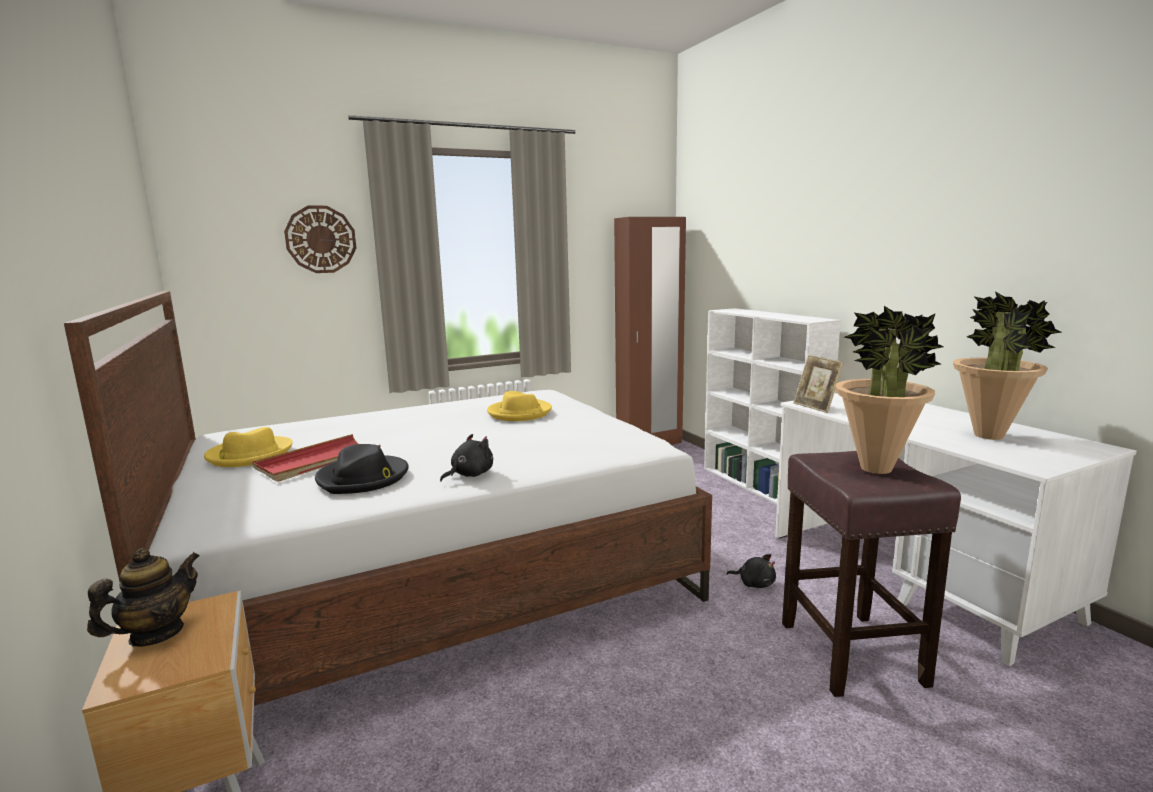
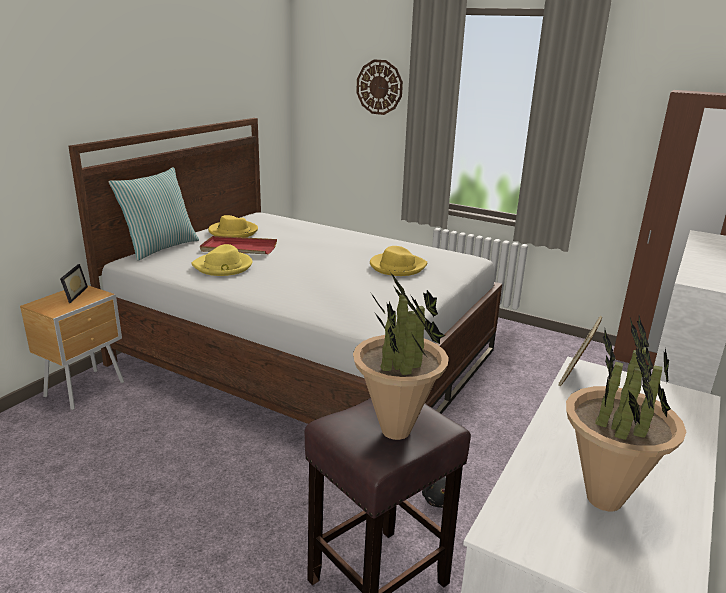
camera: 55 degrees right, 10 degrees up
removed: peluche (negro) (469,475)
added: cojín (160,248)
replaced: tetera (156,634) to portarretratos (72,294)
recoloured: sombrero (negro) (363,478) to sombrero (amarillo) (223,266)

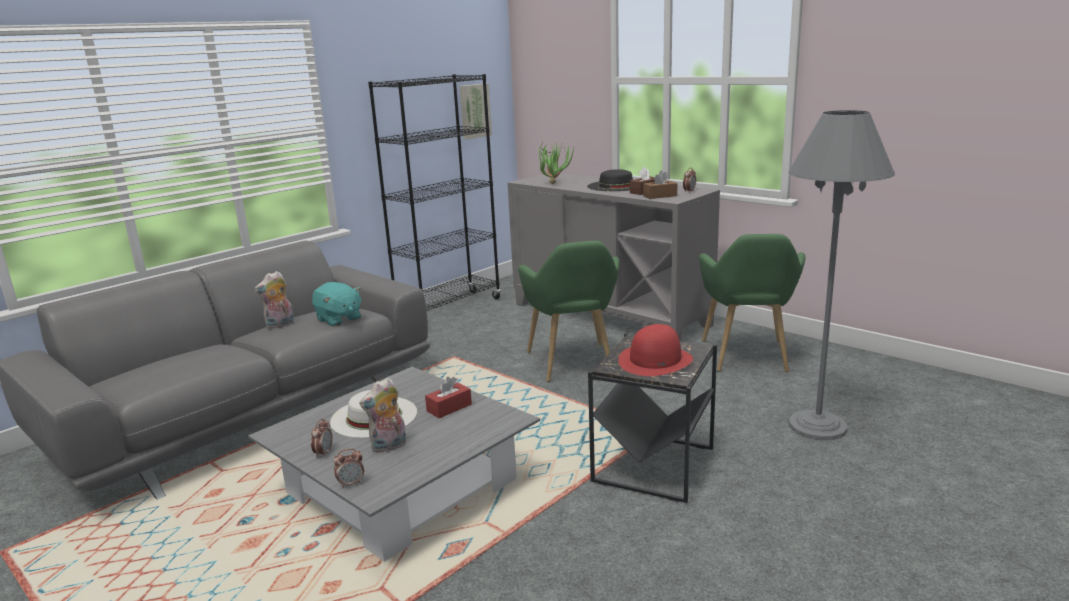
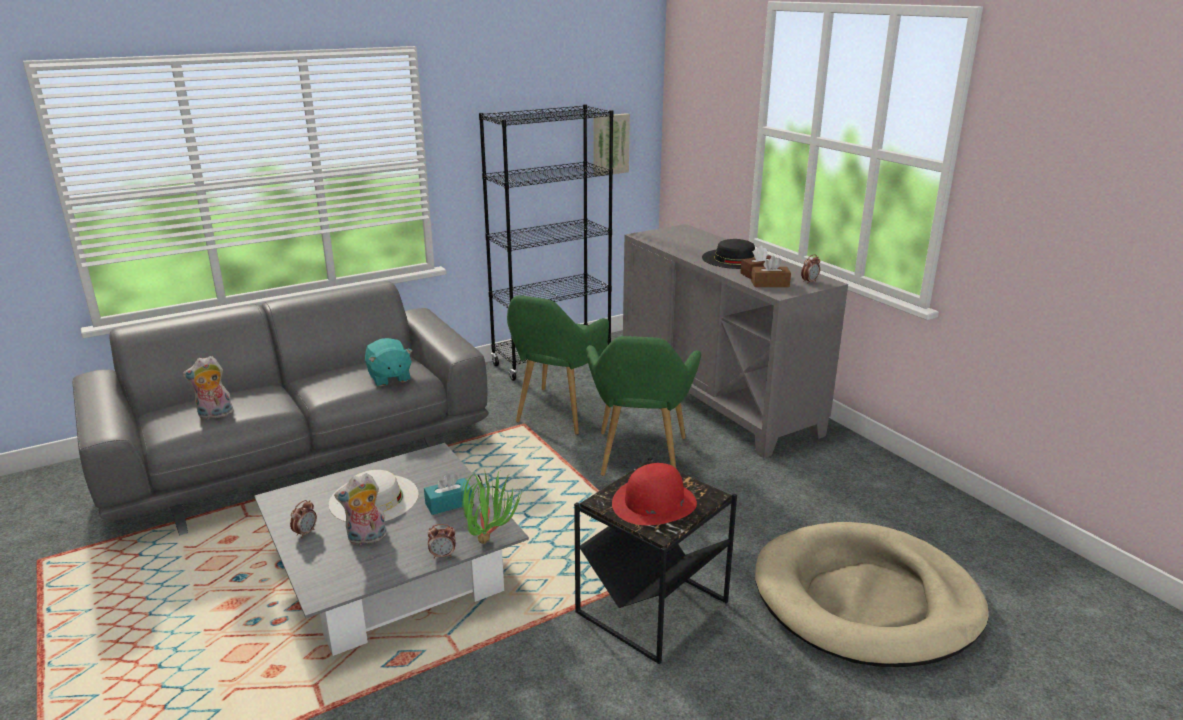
camera: 15 degrees right, 5 degrees up
moved: peluche (280,326) to (214,415); despertador (351,484) to (443,555); planta en maceta (554,183) to (490,537); sillón (verde) (747,359) to (558,414)
replaced: lámpara de pie (gris) (817,426) to cama para perro (beis) (866,599)
recoloured: caja de pañuelos (rojo) (449,408) to caja de pañuelos (turquesa) (449,503)

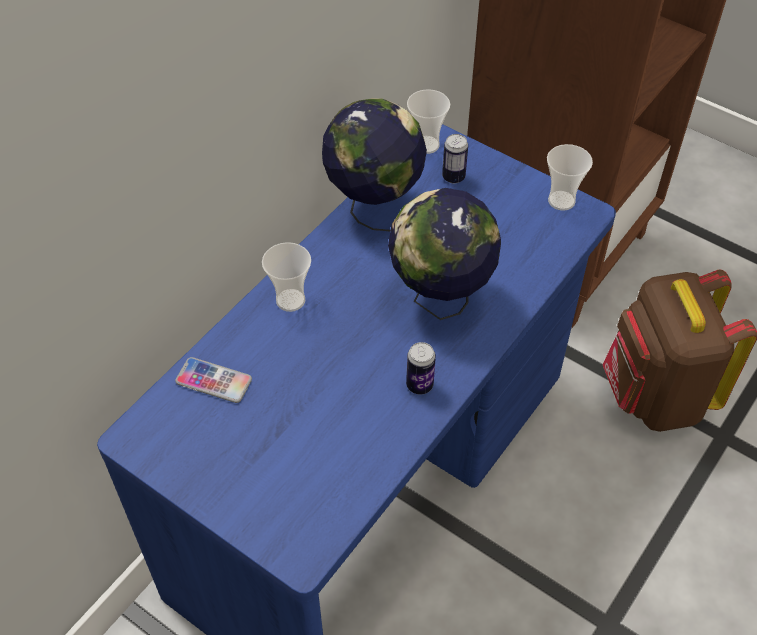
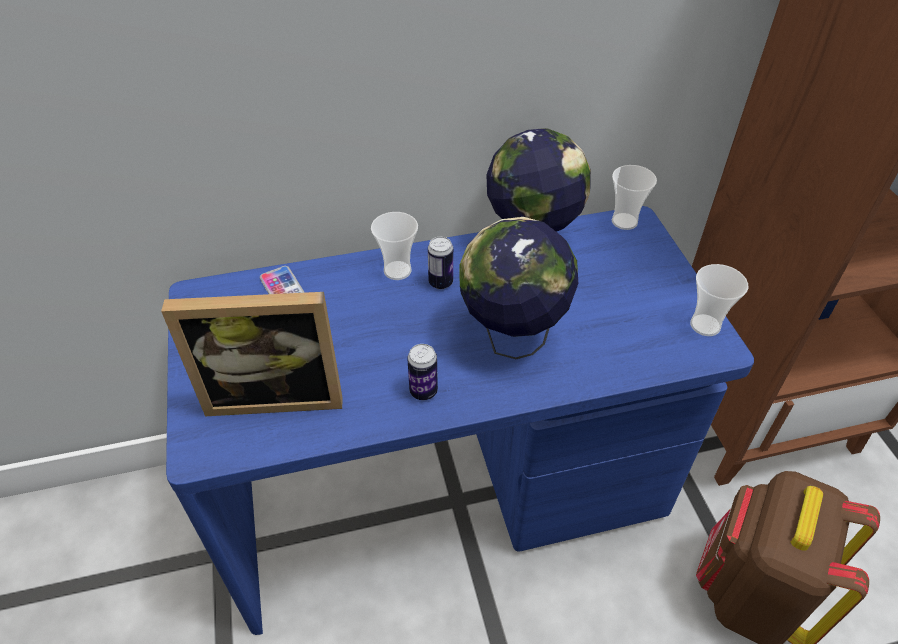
camera: 40 degrees right, 5 degrees down
added: portarretratos (276,393)
moved: lata (453,177) to (440,283)

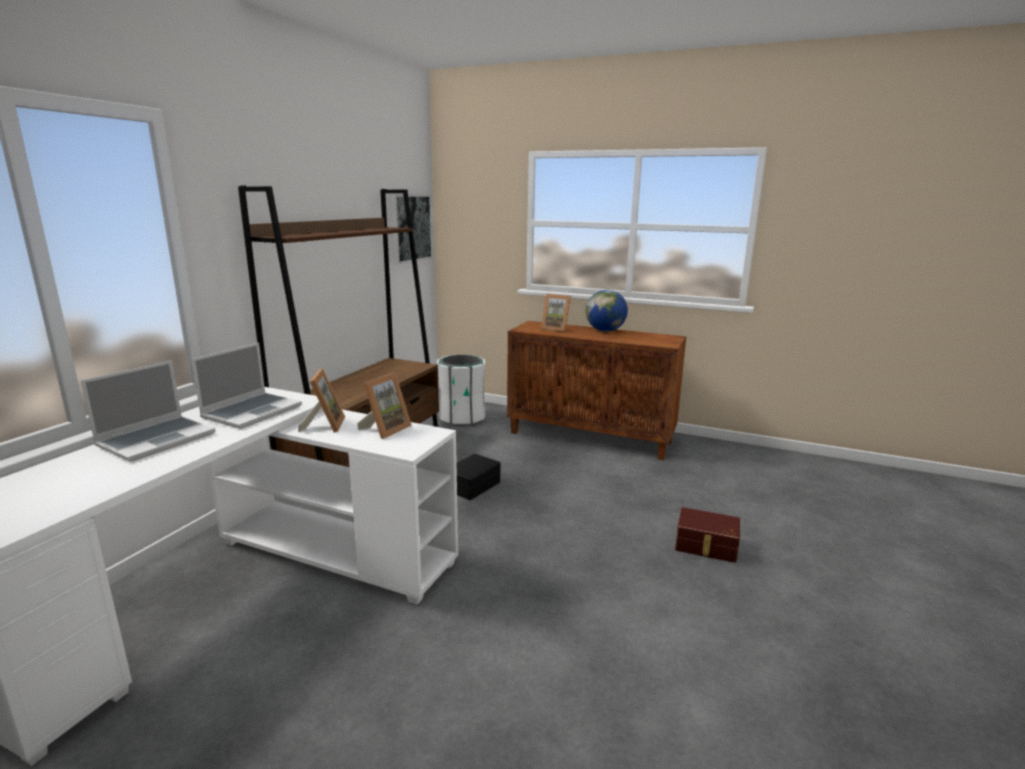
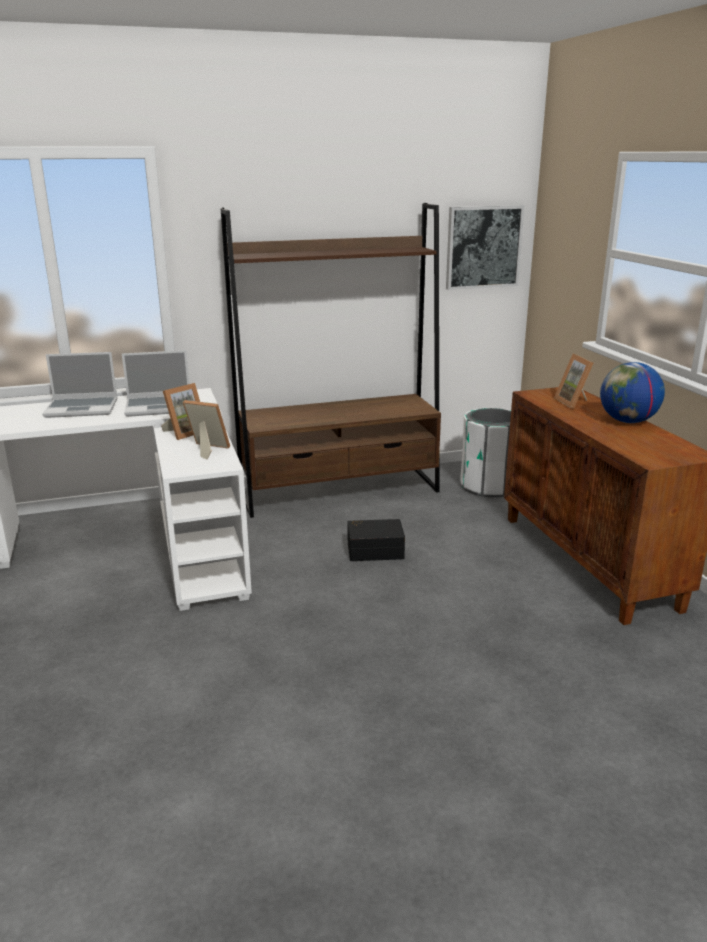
camera: 50 degrees right, 5 degrees up
removed: caja de almacenaje (marrón) (706,546)
turned: portarretratos (385,429) = (206,450) 150 degrees counterclockwise

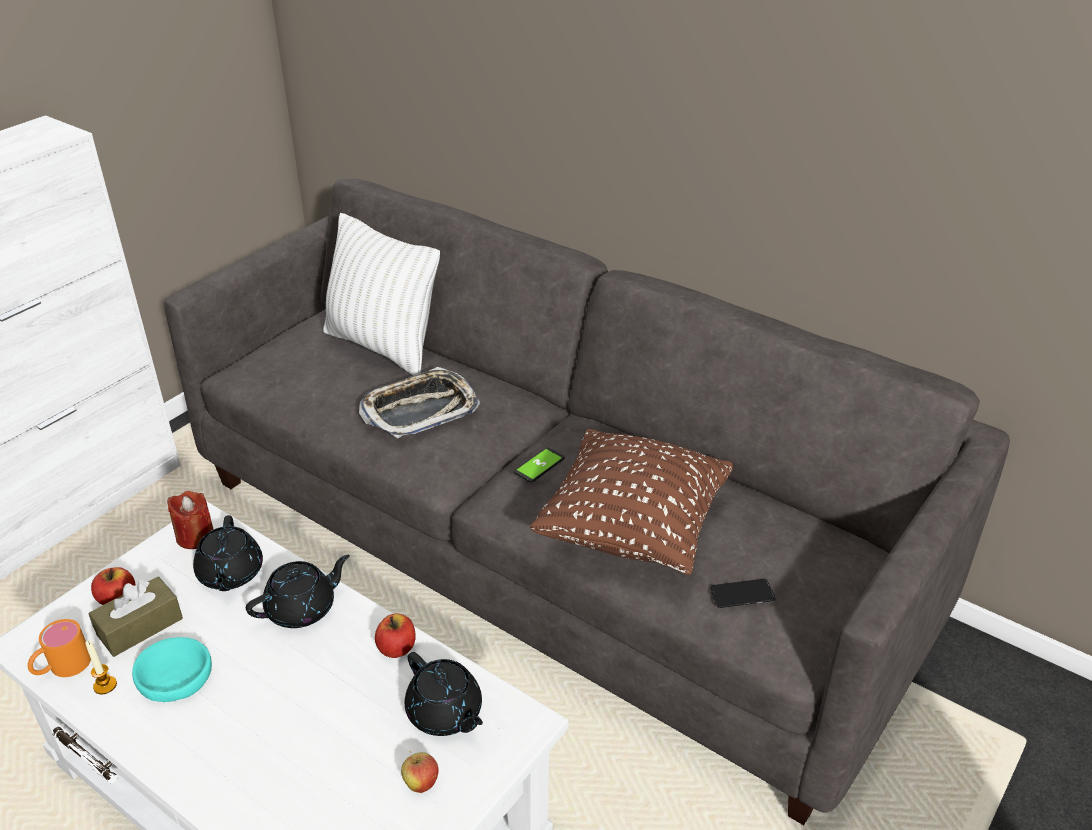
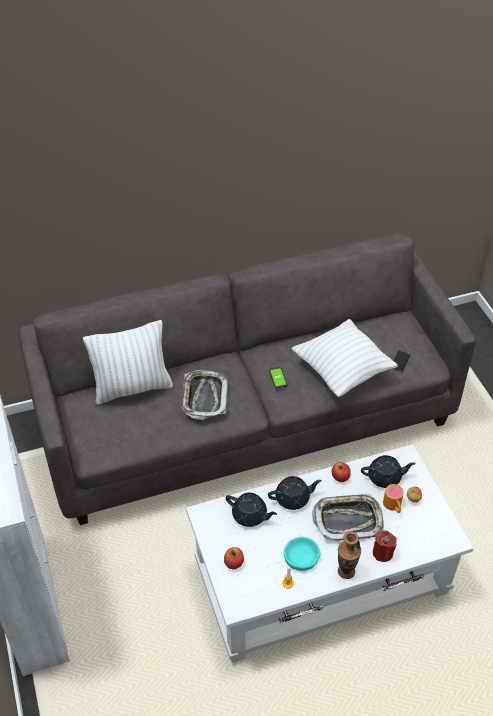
camera: 55 degrees left, 10 degrees up
removed: caja de pañuelos (marrón) (140,627)
added: bandeja (348,520); florero (346,571)
moved: taza grande (naranja) (62,667) to (393,506); vela (rojo) (195,536) to (382,553)
recoloured: cojín (marrón) (632,530) to cojín (blanco) (342,371)
turned: tetera (negro) (302,609) = (293,498) 75 degrees clockwise

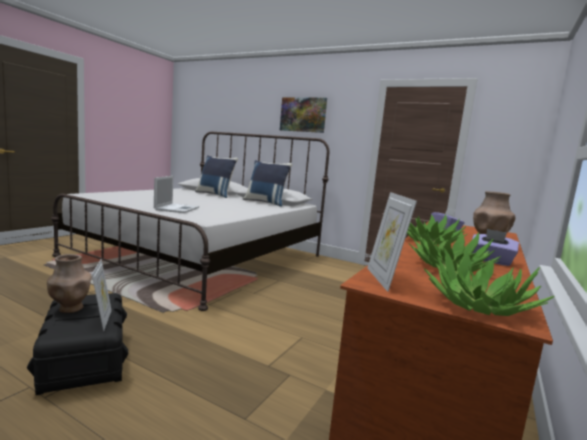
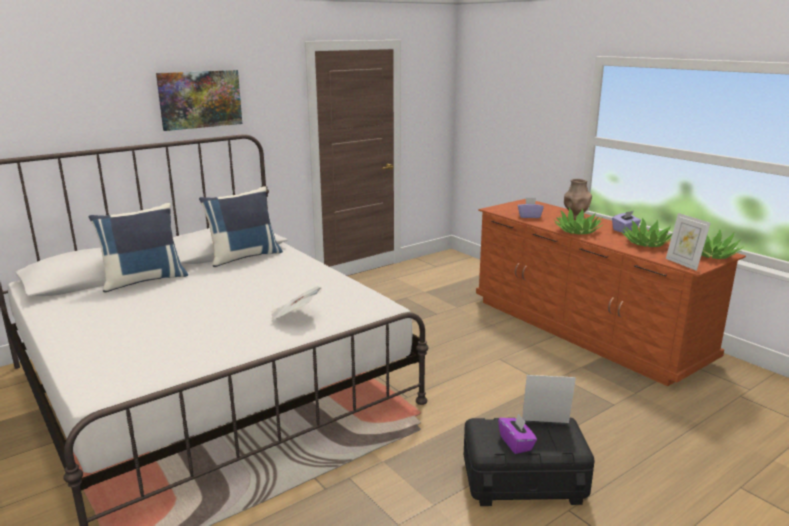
camera: 65 degrees left, 10 degrees up
replaced: florero (marrón) (70,309) to caja de pañuelos (morado) (516,443); portátil (177,208) to periódico (295,316)
turned: portarretratos (383,279) = (683,264) 45 degrees clockwise

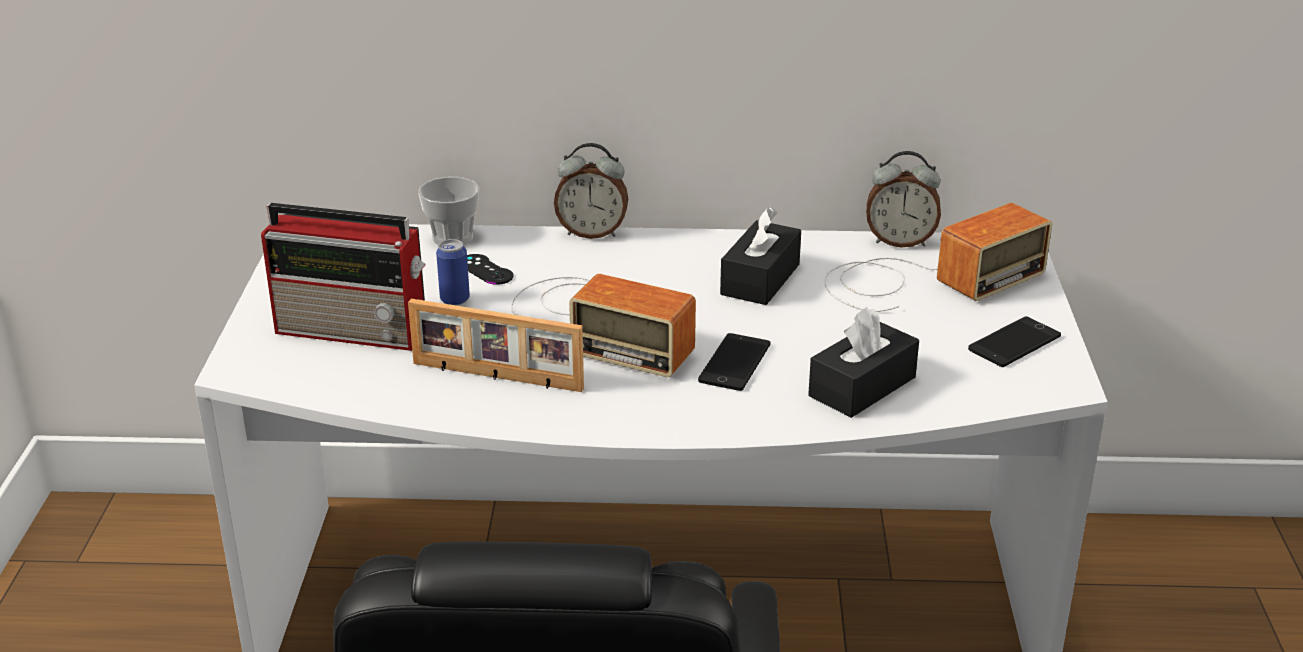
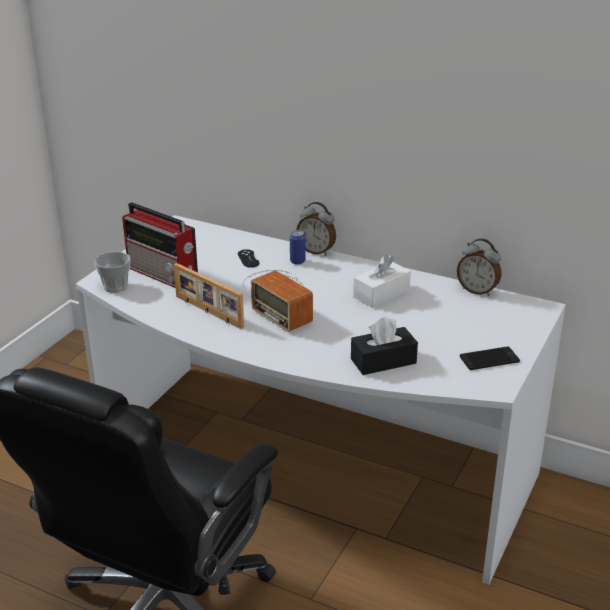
camera: 25 degrees right, 0 degrees up
removed: móvil (734,363); radio (924,280)
moved: taza (452,237) to (115,287); lata (455,299) to (297,261)
recoloured: caja de pañuelos (negro) (760,279) to caja de pañuelos (blanco) (381,294)

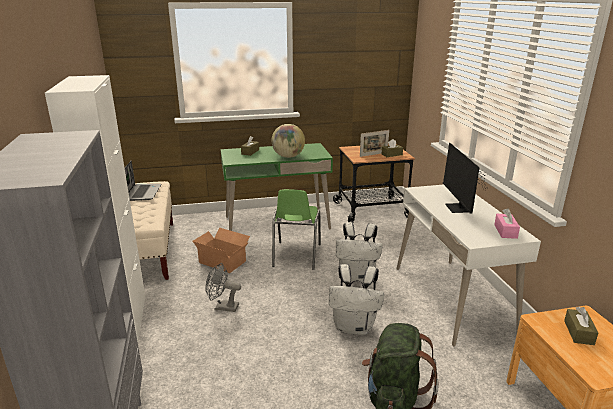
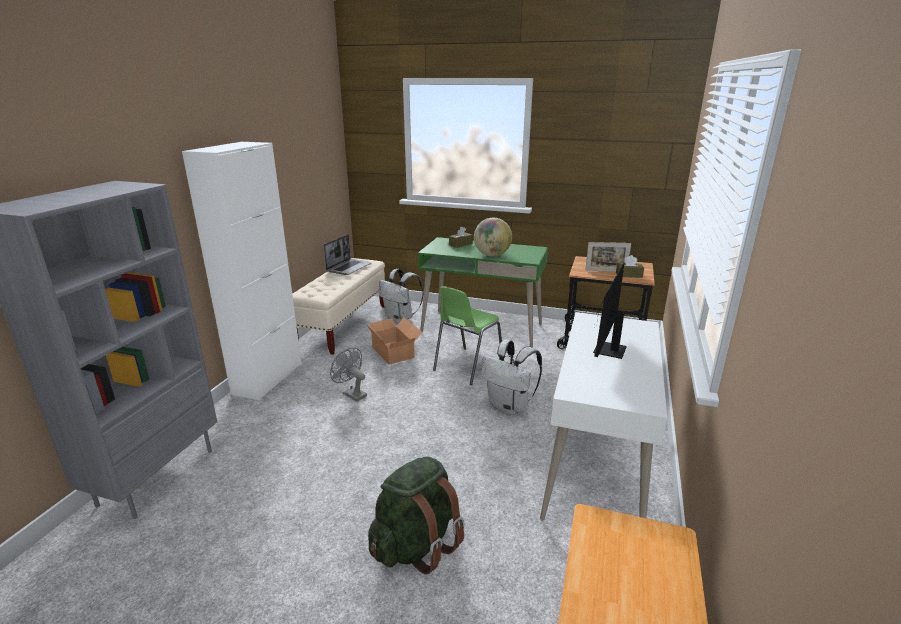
camera: 30 degrees right, 0 degrees up
removed: caja de pañuelos (rosa) (505,231); caja de pañuelos (marrón) (578,332)
moved: mochila (blanco) (354,327) to (401,318)

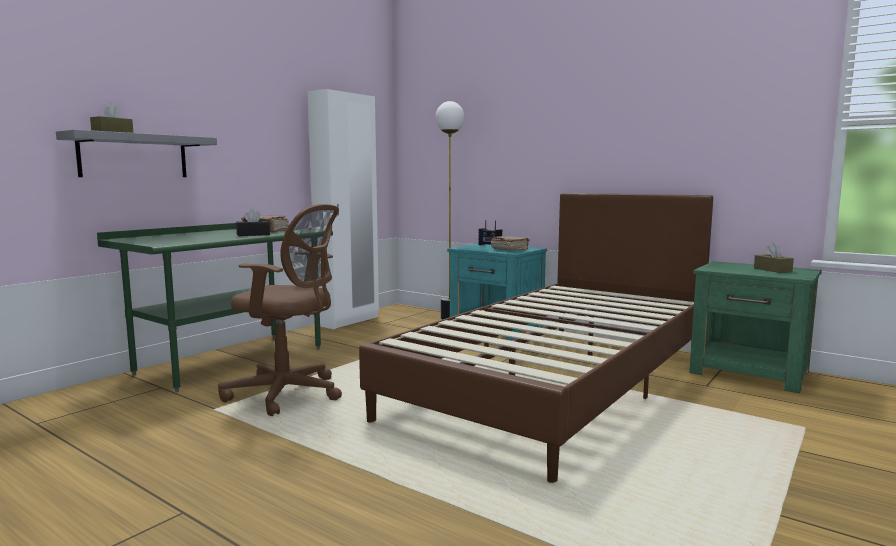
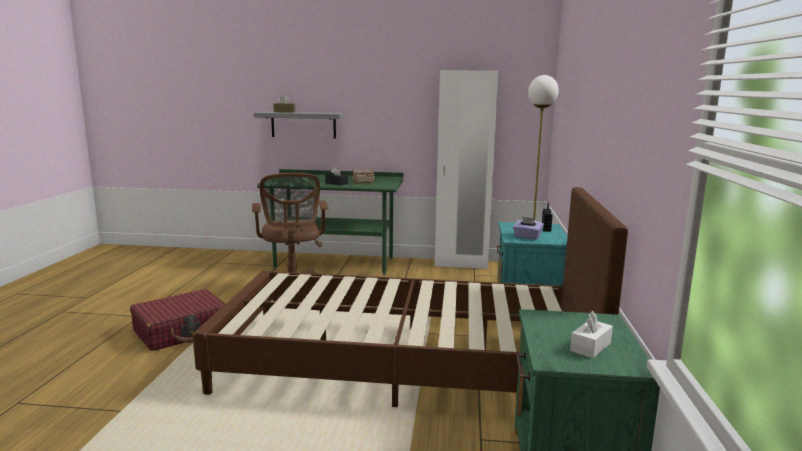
camera: 60 degrees right, 5 degrees up
added: maleta (rojo) (182,331)
replaced: libro (marrón) (509,250) to caja de pañuelos (morado) (527,237)
recoloured: caja de pañuelos (marrón) (772,270) to caja de pañuelos (blanco) (590,347)

